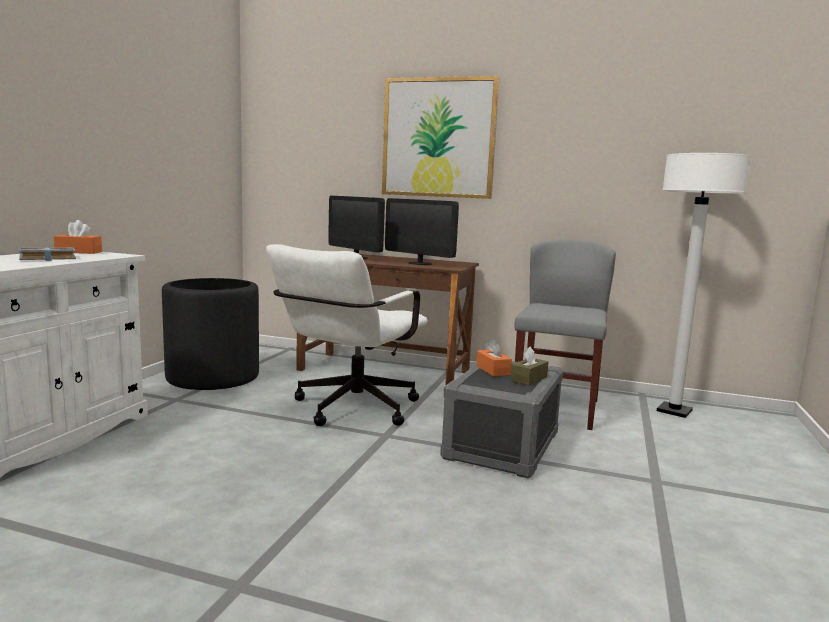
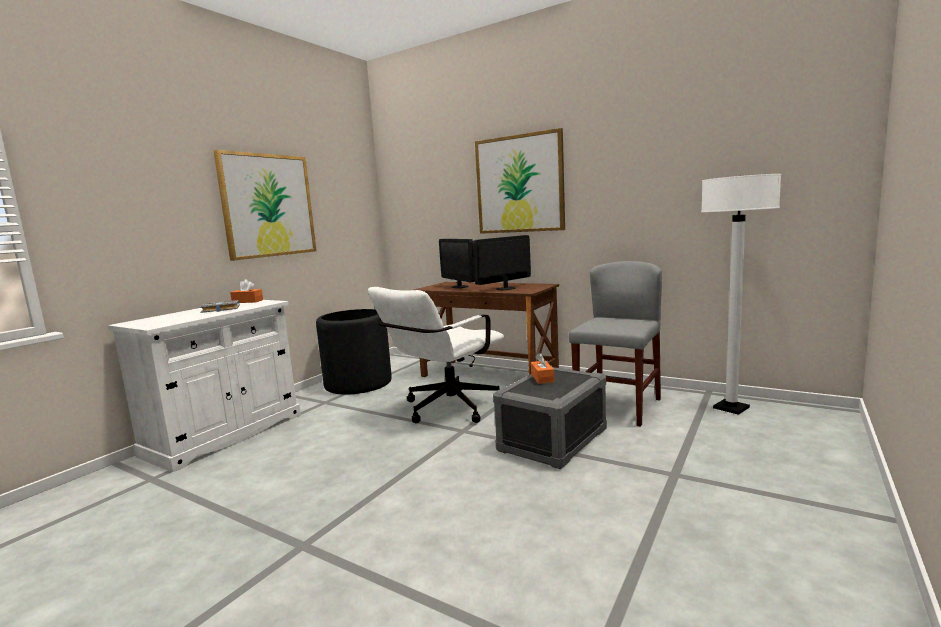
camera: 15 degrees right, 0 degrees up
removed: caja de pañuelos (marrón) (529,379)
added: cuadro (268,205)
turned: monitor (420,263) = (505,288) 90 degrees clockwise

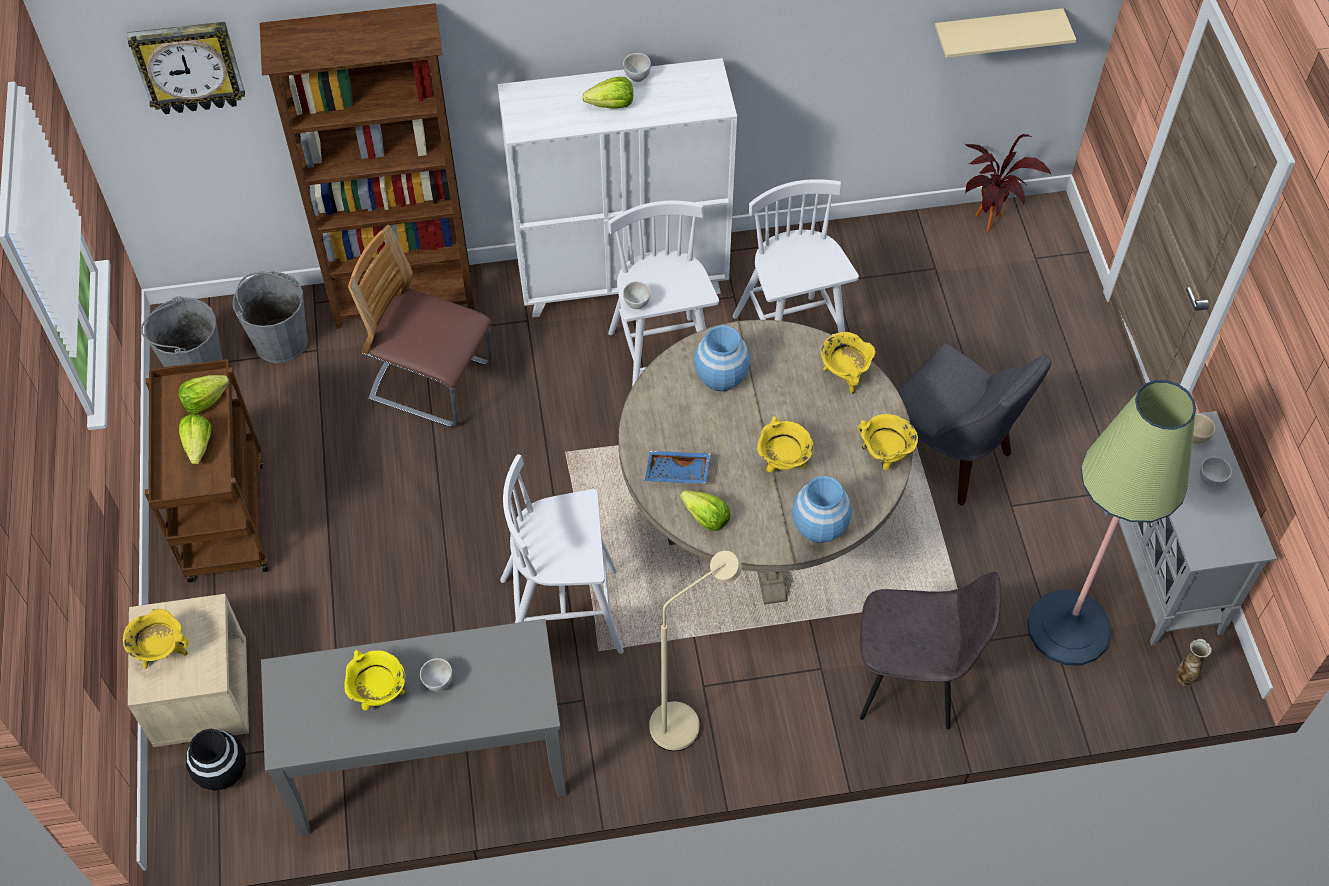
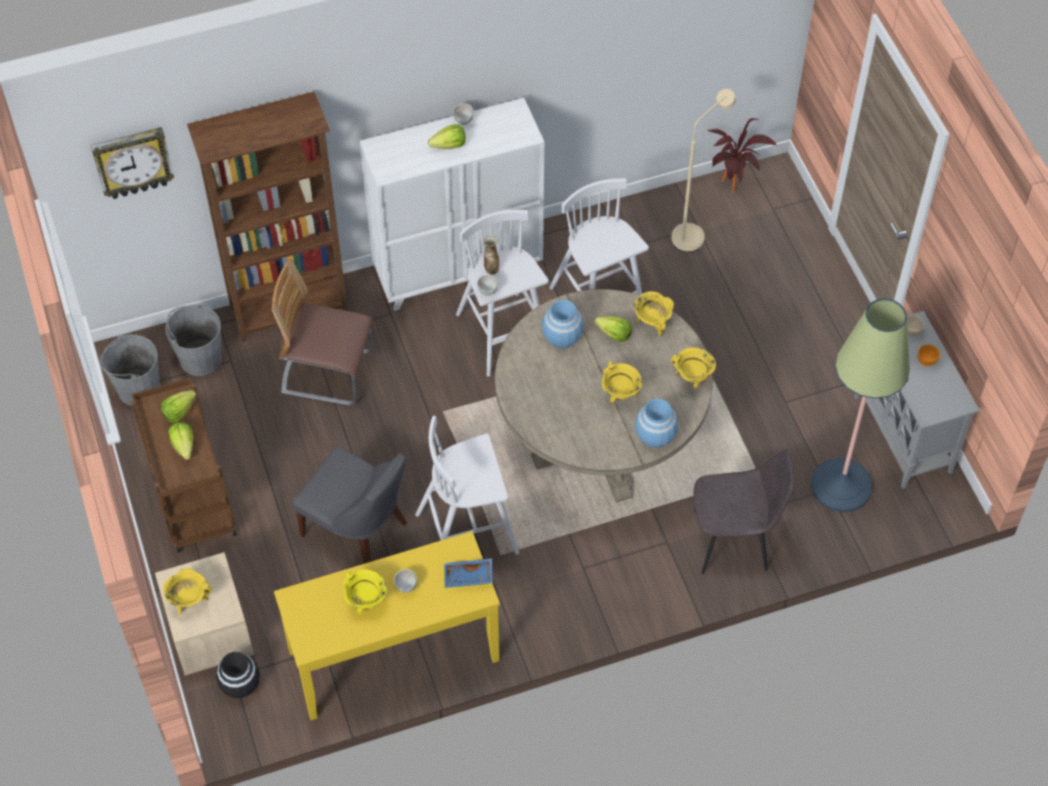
camera: 10 degrees left, 0 degrees up
removed: estante (beis) (995,33)
moved: bandeja (azul) (677,473) to (468,577); lámpara de pie (beis) (685,719) to (693,233); lechuga (705,518) to (614,334); silla (gris) (950,454) to (358,531); florero (1185,677) to (491,268)
recoloured: mesa consola (gris) (430,765) to mesa consola (amarillo) (394,656); cuenco (blanco) (1210,480) to cuenco (naranja) (926,361)

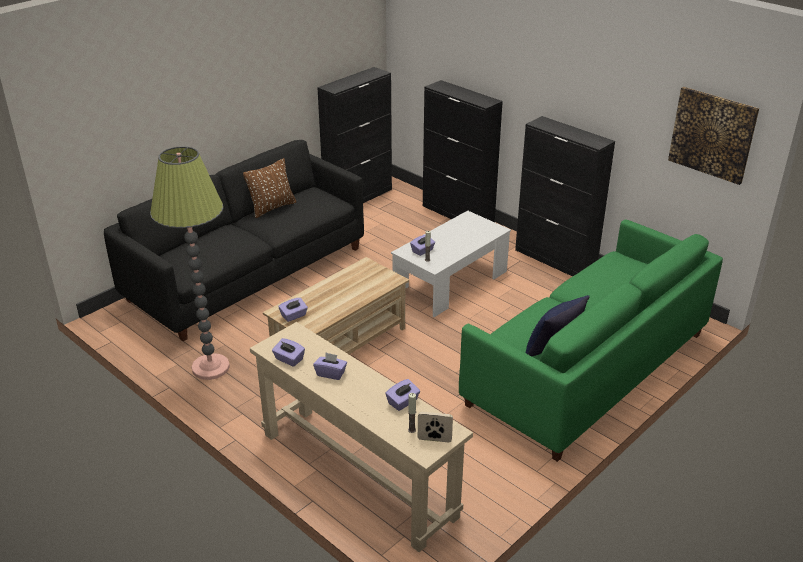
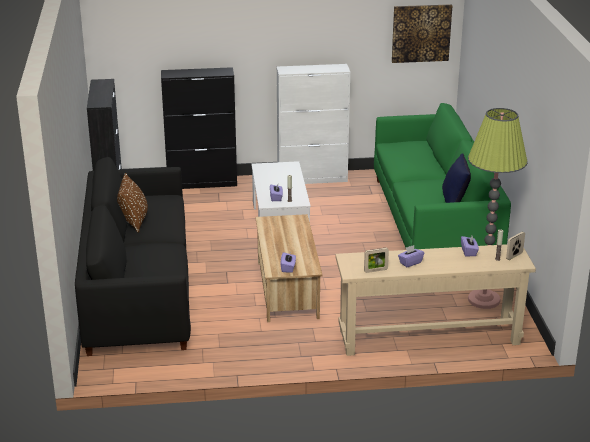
camera: 50 degrees left, 5 degrees down
moved: lámpara de pie (210,367) to (483,300)
replaced: caja de pañuelos (morado) (289,359) to portarretratos (375,270)
recoloured: armario (negro) (555,260) to armario (blanco) (312,178)

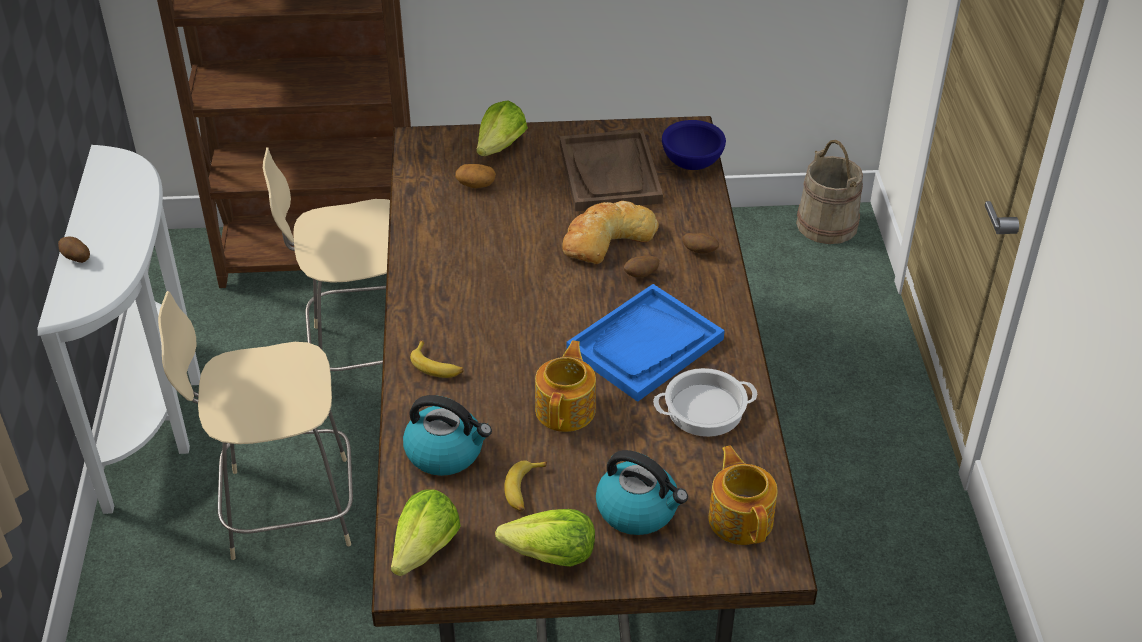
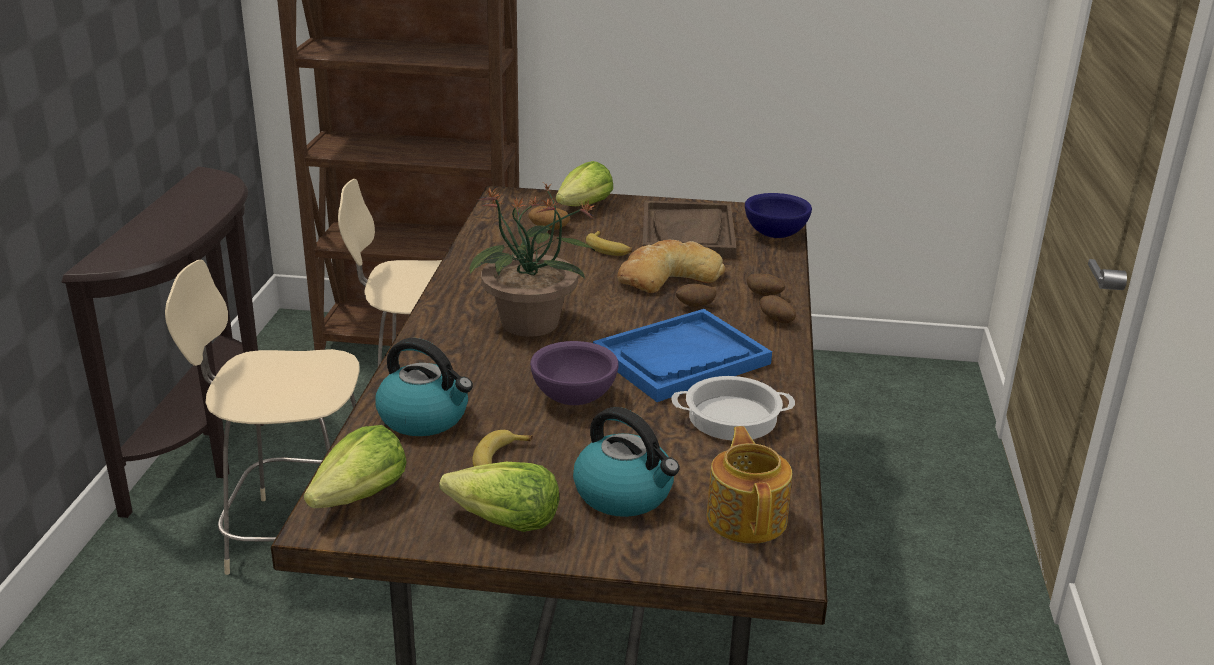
camera: 10 degrees right, 15 degrees down
removed: cubo (beis) (826,224)
added: planta en maceta (531,324)
moved: patata (76,258) to (776,321); plátano (437,366) to (609,249)
replaced: tetera (566,409) to cuenco (morado) (574,399)
recoloured: mesa consola (blanco) (157,414) to mesa consola (marrón) (211,444)

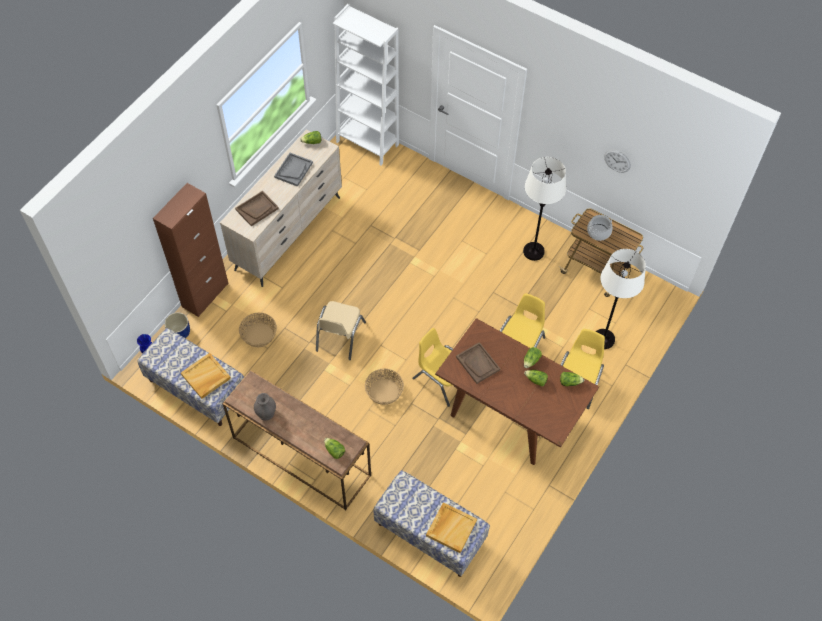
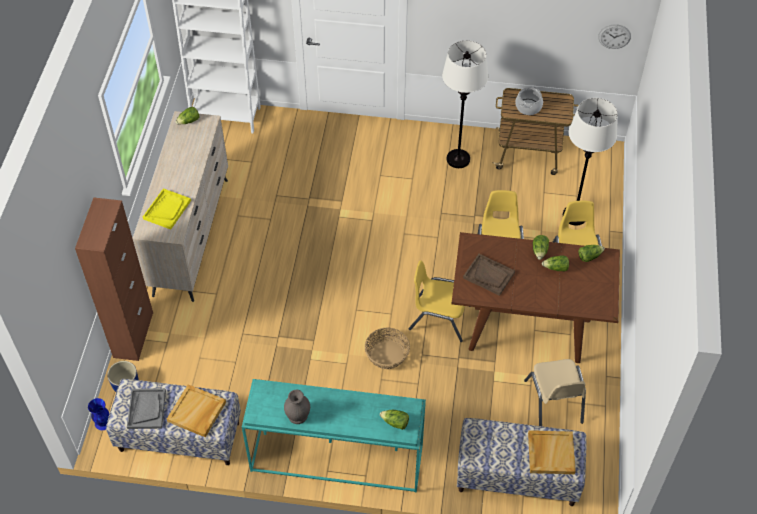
camera: 25 degrees left, 5 degrees down
removed: cesta (259,335)
moved: bandeja (gris) (293,170) to (146,409); silla (beis) (340,336) to (553,402); reloj de pared (617,161) to (614,36)
recoloured: mesa consola (marrón) (300,457) to mesa consola (turquesa) (335,459); bandeja (marrón) (257,209) to bandeja (amarillo) (167,209)

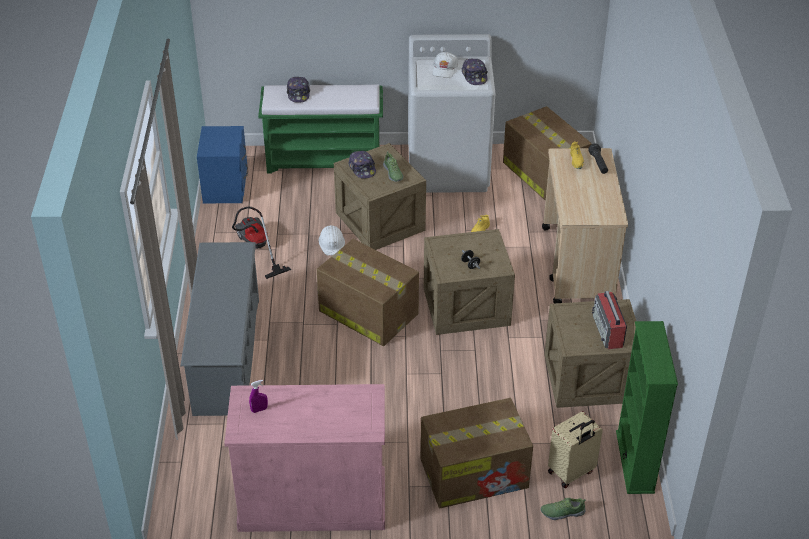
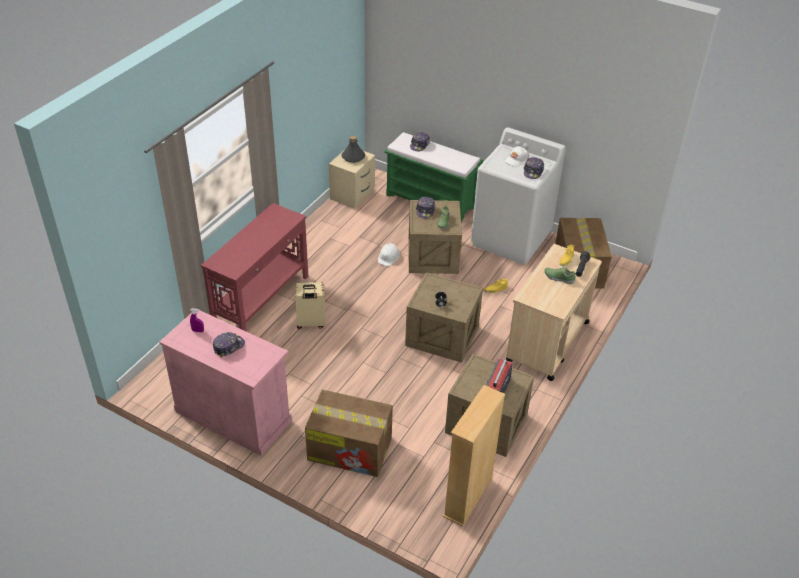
camera: 30 degrees right, 0 degrees up
removed: aspiradora (256,248); caja de cartón (367,312)
added: gorra (228,346); botella (gris) (353,157)
moved: zapato (562,512) to (559,277); maleta (beis) (571,472) to (311,323)
replaced: zapatero (gris) (227,355) to mesa consola (rojo) (262,300)
recoloured: mesita de noche (azul) (226,187) to mesita de noche (beis) (353,195); estantería (verde) (635,462) to estantería (beis) (468,497)

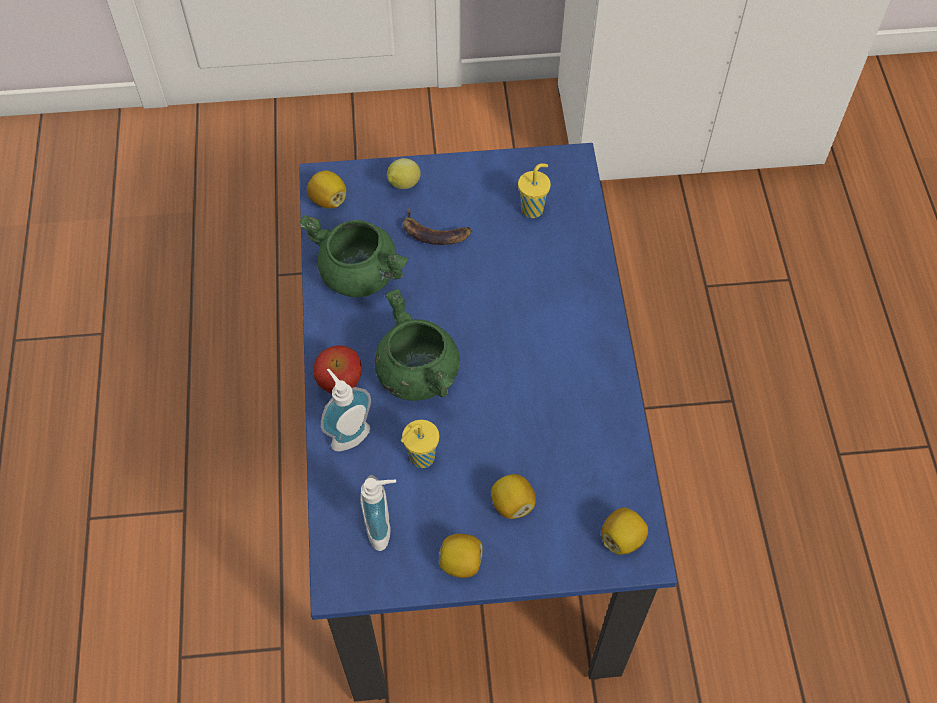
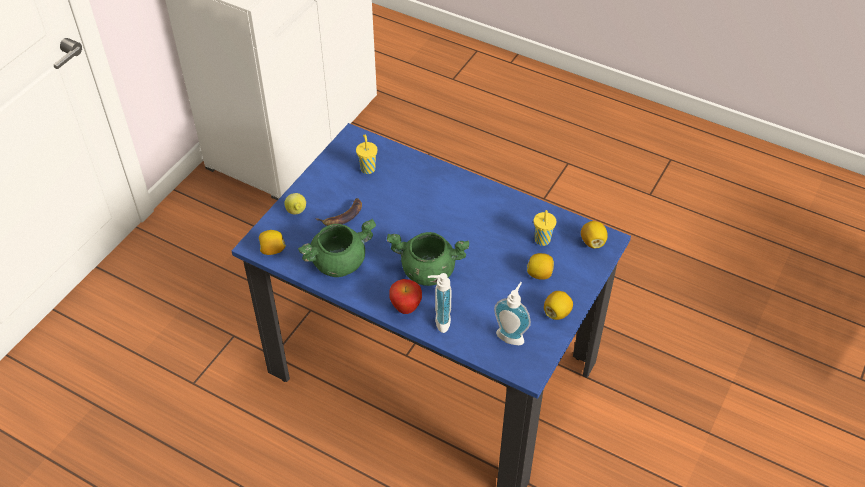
camera: 55 degrees left, 10 degrees down
moved: taza (amarillo) (420,458) to (542,241)

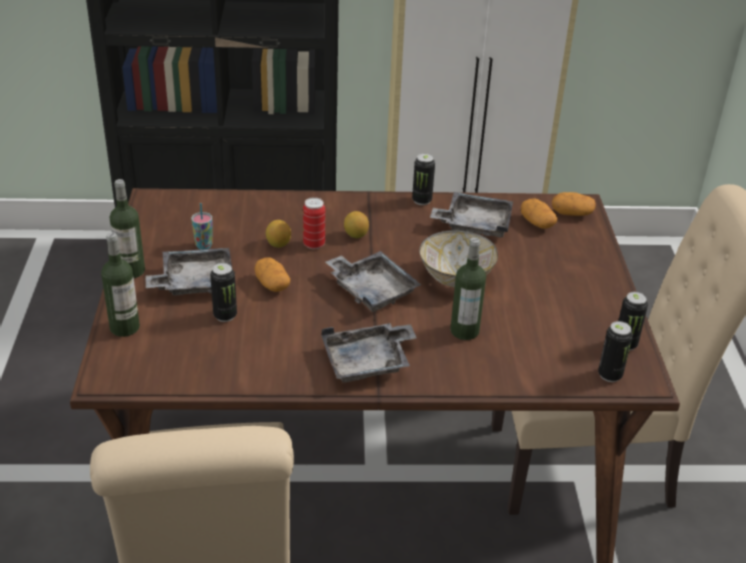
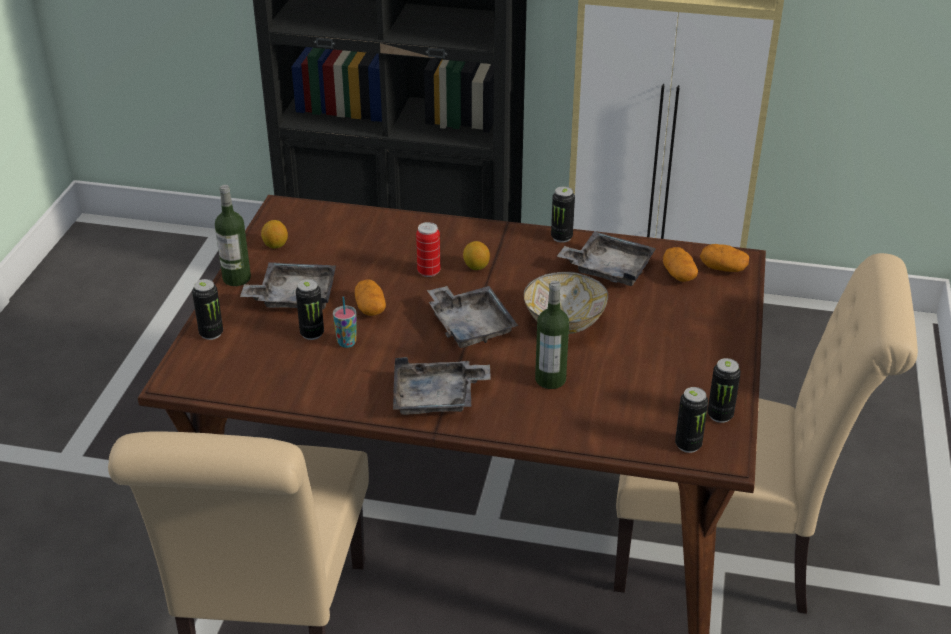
camera: 15 degrees right, 0 degrees up
moved: taza (204,245) to (346,343); limón (278,244) to (275,245)
replaced: botella (124,327) to lata (211,333)

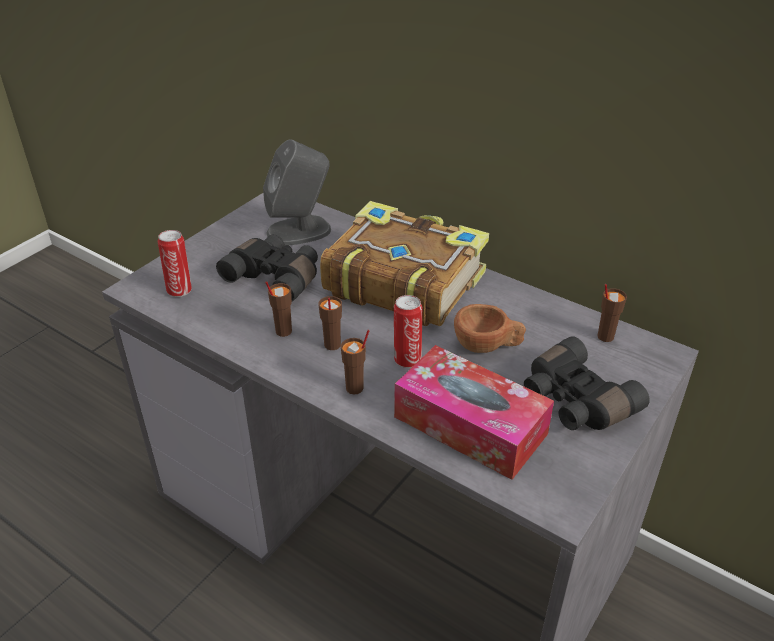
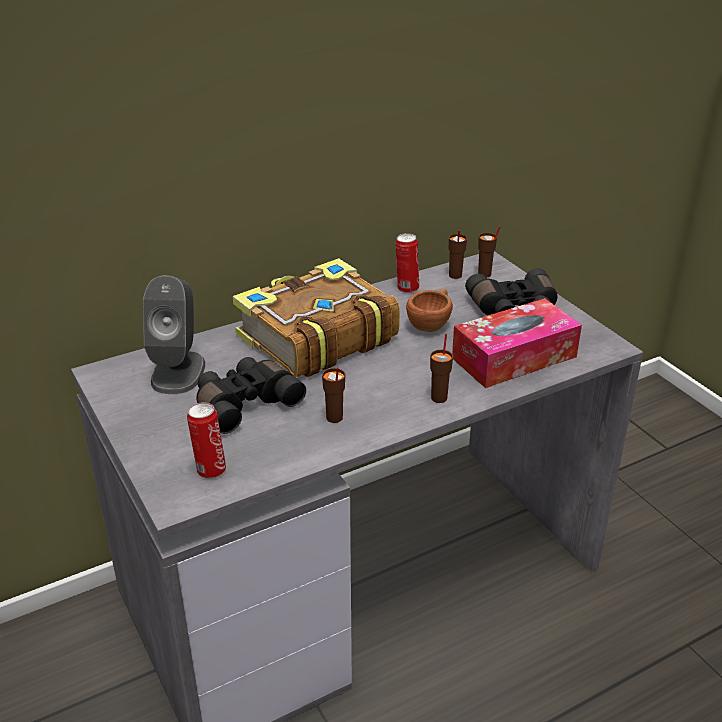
camera: 65 degrees left, 5 degrees down
moved: taza (marrón) (332,345) to (484,274); lata (407,359) to (406,288)

